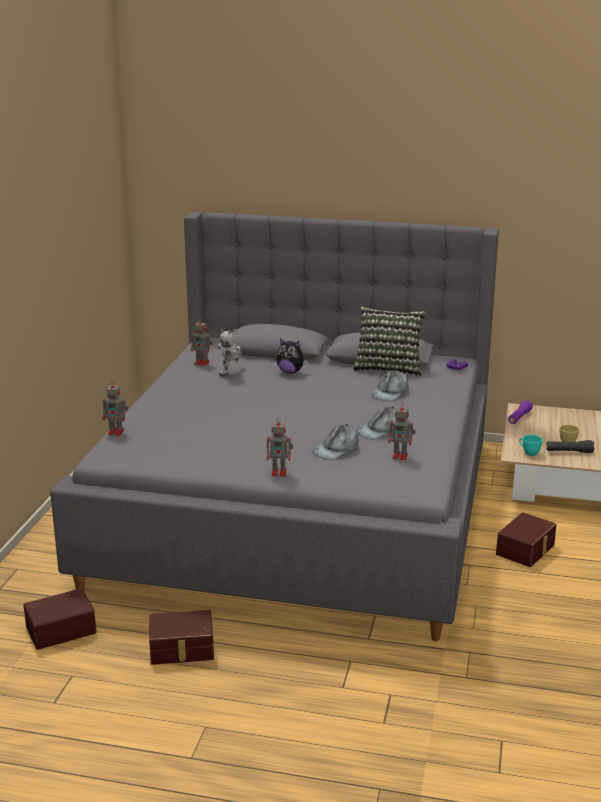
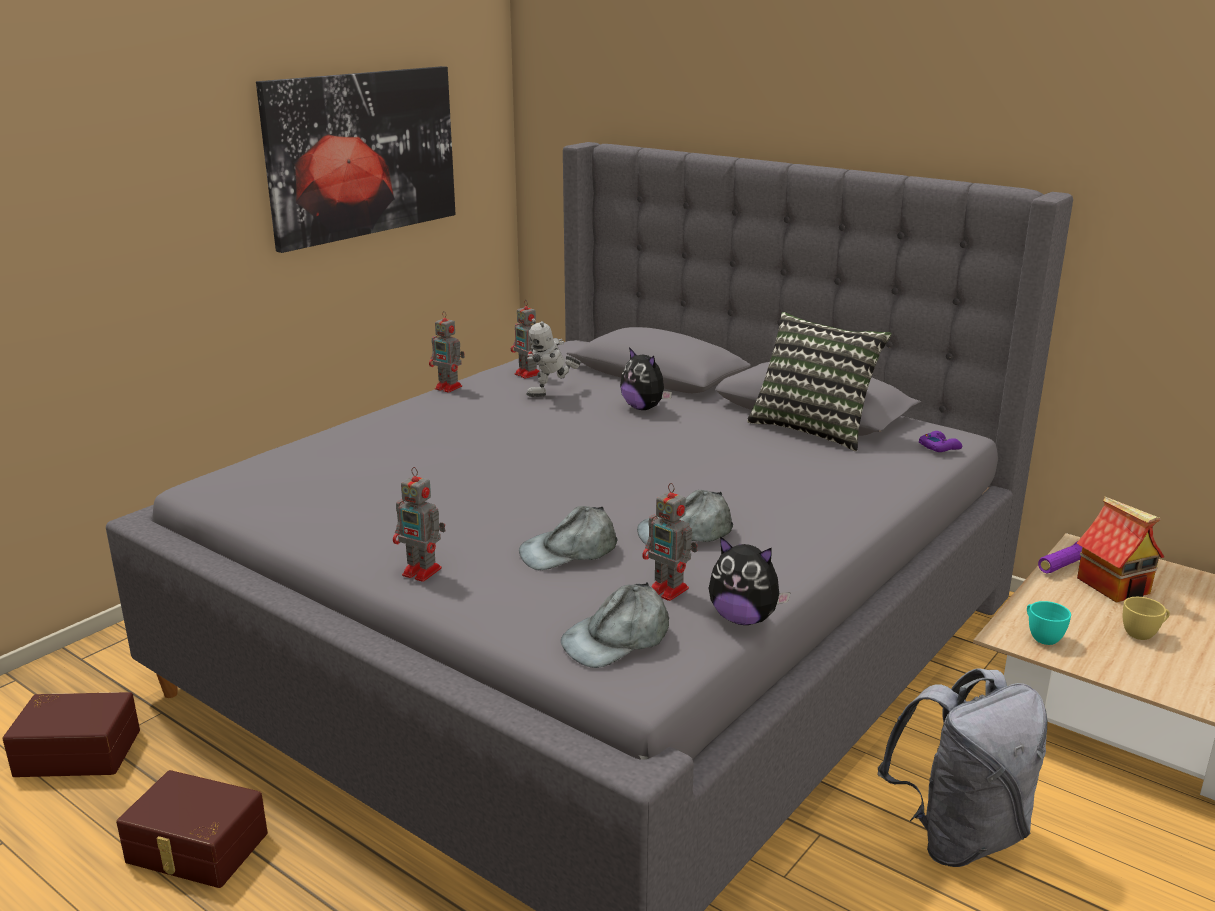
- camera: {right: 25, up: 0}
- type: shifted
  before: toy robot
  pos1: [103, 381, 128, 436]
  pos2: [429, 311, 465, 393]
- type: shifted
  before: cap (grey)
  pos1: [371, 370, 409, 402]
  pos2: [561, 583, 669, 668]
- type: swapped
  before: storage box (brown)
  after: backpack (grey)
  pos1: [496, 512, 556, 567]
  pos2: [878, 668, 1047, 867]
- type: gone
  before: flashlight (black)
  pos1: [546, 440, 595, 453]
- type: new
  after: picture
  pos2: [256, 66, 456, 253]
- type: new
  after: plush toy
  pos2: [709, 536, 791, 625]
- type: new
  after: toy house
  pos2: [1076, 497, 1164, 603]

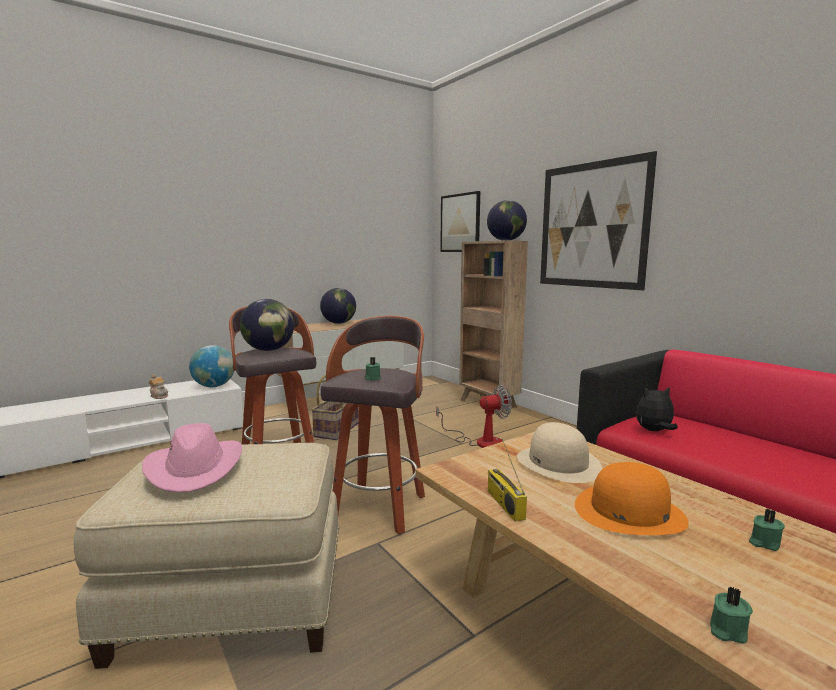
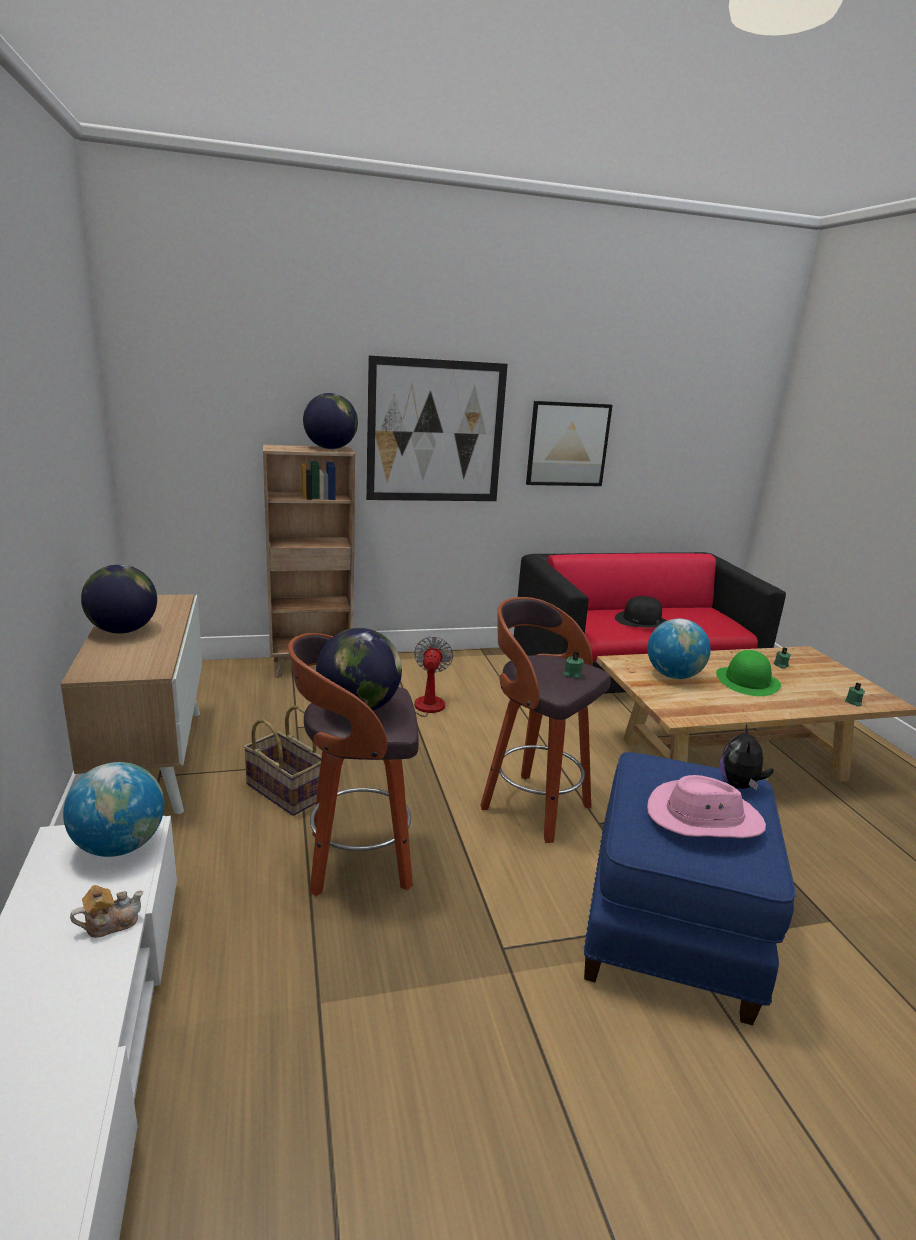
- camera: {right: -70, up: 10}
- type: repainted
  before: ottoman (beige)
  after: ottoman (blue)
  pos1: [74, 443, 339, 669]
  pos2: [584, 752, 795, 1025]
- type: shifted
  before: picture
  pos1: [440, 191, 480, 252]
  pos2: [526, 401, 613, 486]
- type: gone
  before: radio
  pos1: [488, 439, 527, 522]
- type: swapped
  before: hat (beige)
  after: globe
  pos1: [517, 422, 603, 483]
  pos2: [648, 619, 711, 679]
- type: repainted
  before: hat (orange)
  after: hat (green)
  pos1: [575, 462, 689, 535]
  pos2: [716, 650, 781, 696]
- type: shifted
  before: plush toy
  pos1: [636, 386, 678, 431]
  pos2: [720, 724, 773, 790]
- type: new
  after: hat (black)
  pos2: [615, 596, 667, 628]

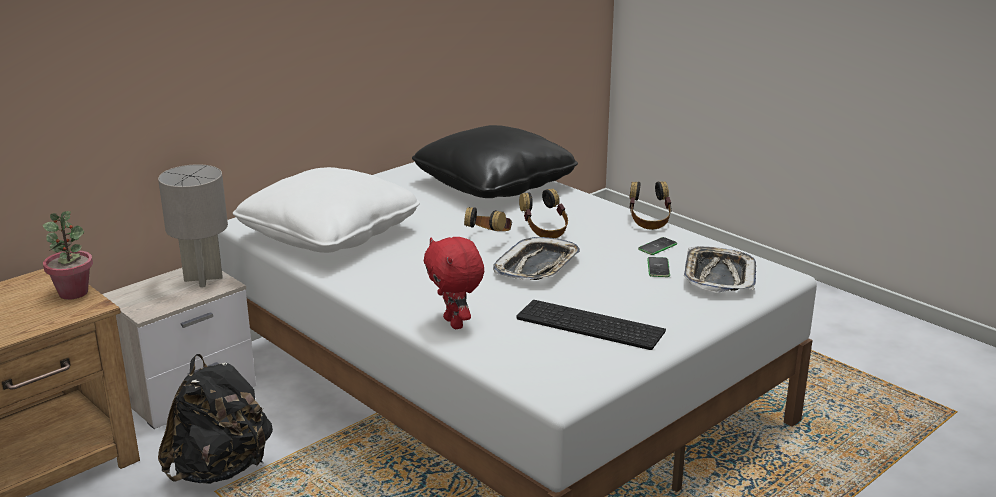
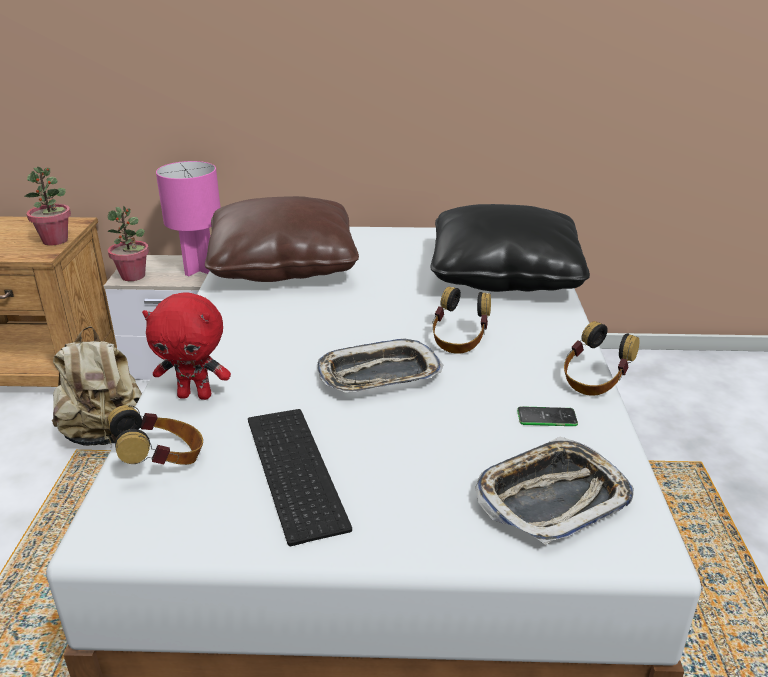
- camera: {right: 45, up: 5}
- type: repainted
  before: table lamp (grey)
  after: table lamp (pink)
  pos1: [158, 164, 228, 287]
  pos2: [156, 161, 221, 276]
- type: repainted
  before: backpack (black)
  after: backpack (beige)
  pos1: [158, 354, 273, 484]
  pos2: [52, 326, 142, 448]
- type: repainted
  before: pillow (white)
  after: pillow (brown)
  pos1: [233, 167, 420, 253]
  pos2: [205, 196, 359, 282]
- type: rotated
  before: plush toy (red)
  pos1: [424, 237, 484, 329]
  pos2: [142, 292, 231, 400]
  turn: -105
- type: shifted
  before: headphones
  pos1: [464, 207, 512, 231]
  pos2: [108, 405, 203, 465]
- type: gone
  before: phone
  pos1: [647, 257, 670, 277]
- type: new
  after: potted plant
  pos2: [107, 206, 149, 281]

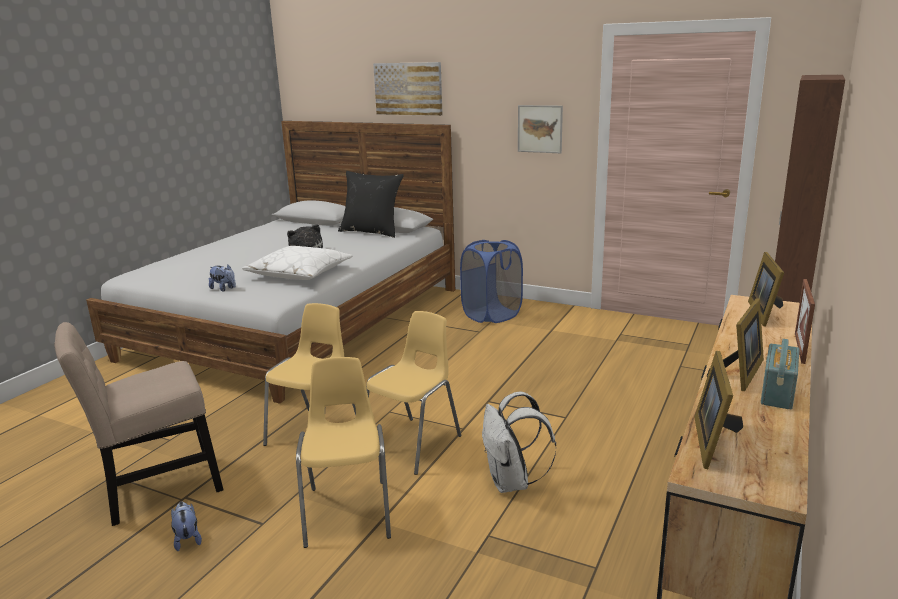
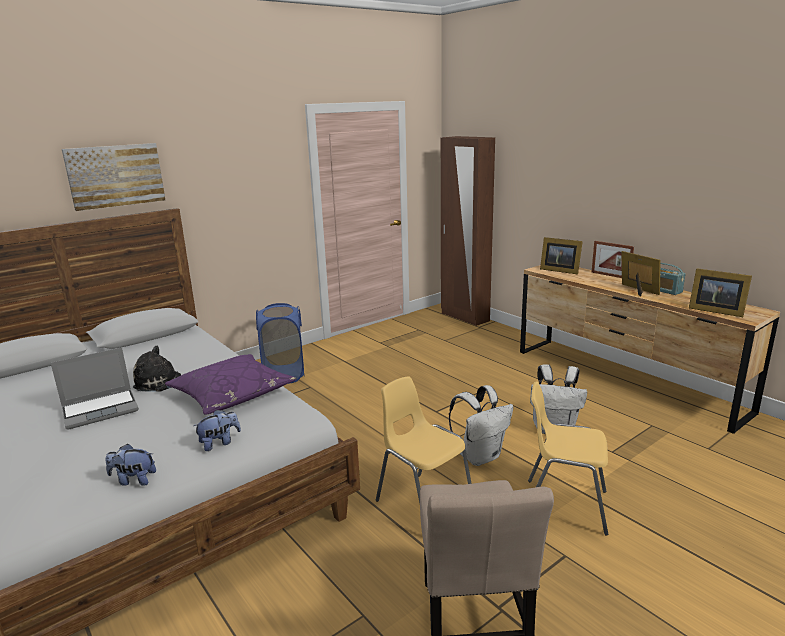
- camera: {right: -65, up: 0}
- type: shifted
  before: plush toy
  pos1: [171, 502, 202, 551]
  pos2: [106, 444, 156, 486]
- type: repainted
  before: pillow (white)
  after: pillow (purple)
  pos1: [242, 246, 353, 280]
  pos2: [165, 354, 296, 415]
- type: gone
  before: pillow (black)
  pos1: [338, 171, 404, 238]
- type: swapped
  before: chair (yellow)
  after: backpack (white)
  pos1: [366, 311, 461, 475]
  pos2: [449, 385, 513, 466]
- type: gone
  before: picture
  pos1: [518, 105, 563, 153]
- type: new
  after: laptop
  pos2: [51, 347, 139, 430]

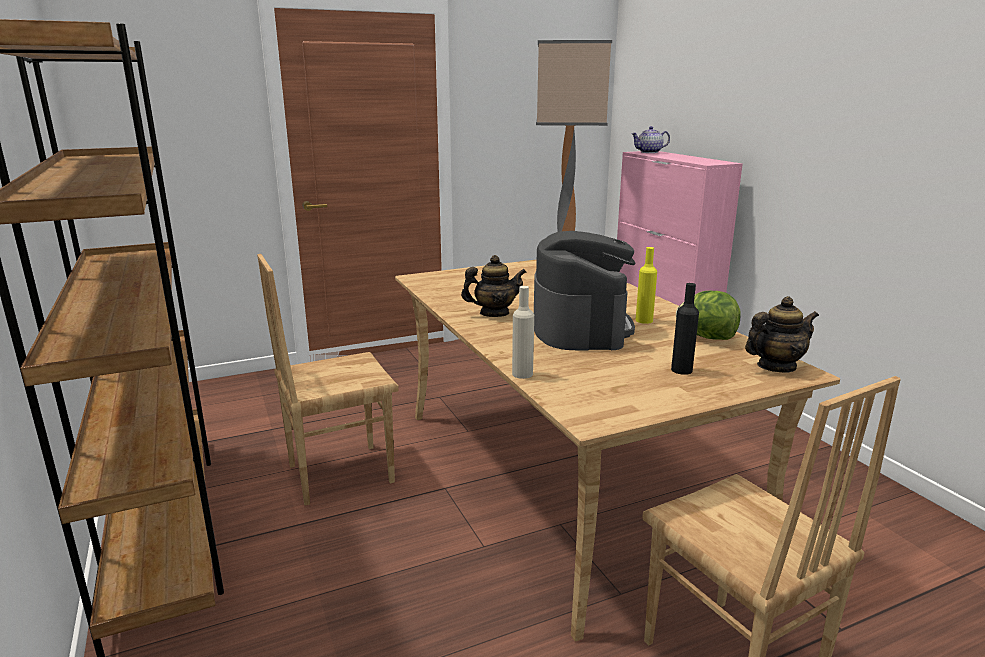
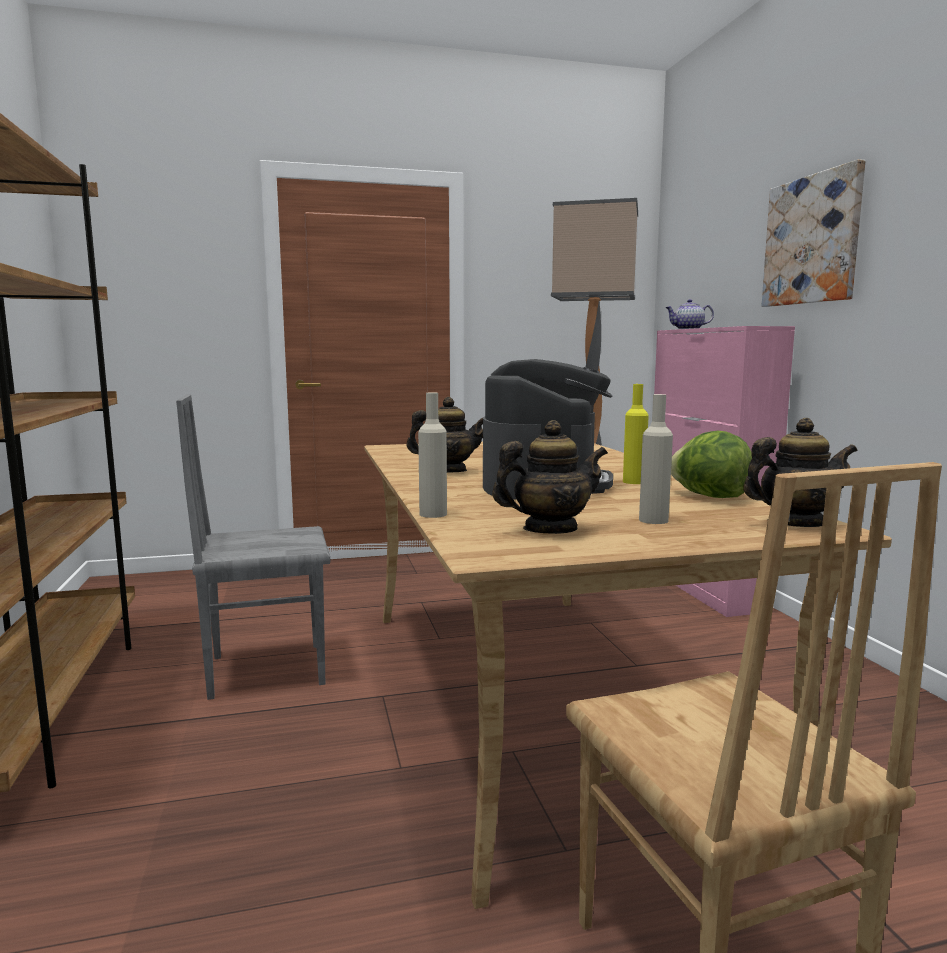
- camera: {right: 10, up: -10}
- type: repainted
  before: chair (brown)
  after: chair (grey)
  pos1: [257, 254, 399, 506]
  pos2: [176, 394, 330, 700]
- type: repainted
  before: bottle (black)
  after: bottle (beige)
  pos1: [671, 283, 699, 375]
  pos2: [639, 394, 673, 524]
- type: new
  after: teapot
  pos2: [492, 420, 608, 534]
- type: new
  after: picture
  pos2: [762, 159, 865, 307]

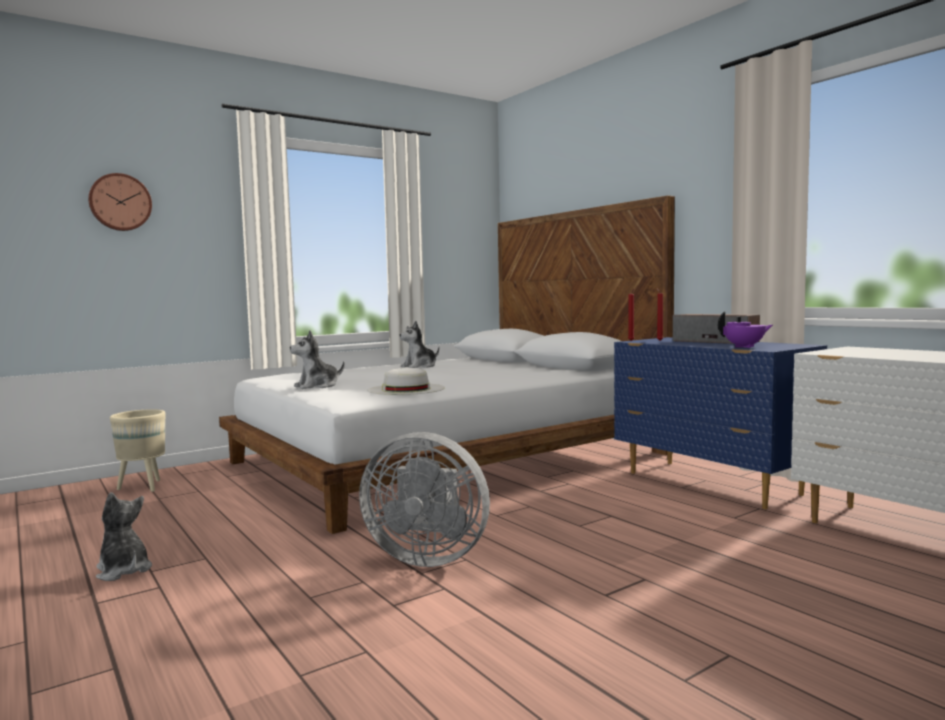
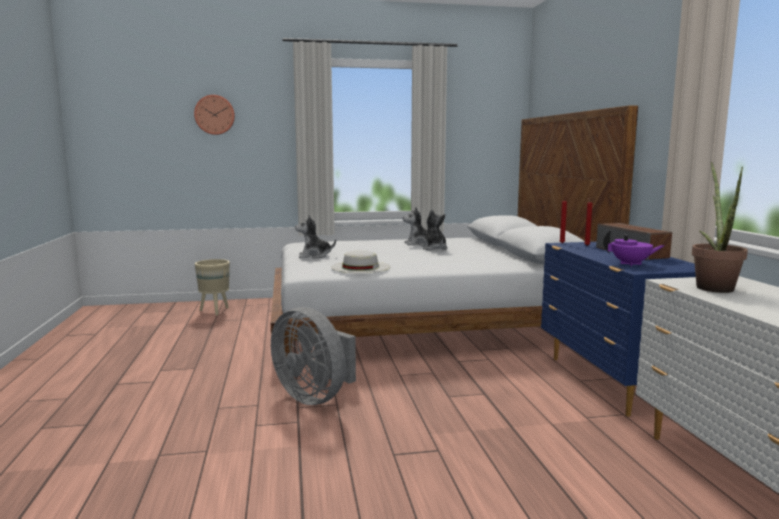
- camera: {right: 25, up: 5}
- type: shifted
  before: plush toy
  pos1: [96, 492, 152, 581]
  pos2: [422, 209, 447, 251]
- type: new
  after: potted plant
  pos2: [692, 162, 748, 293]

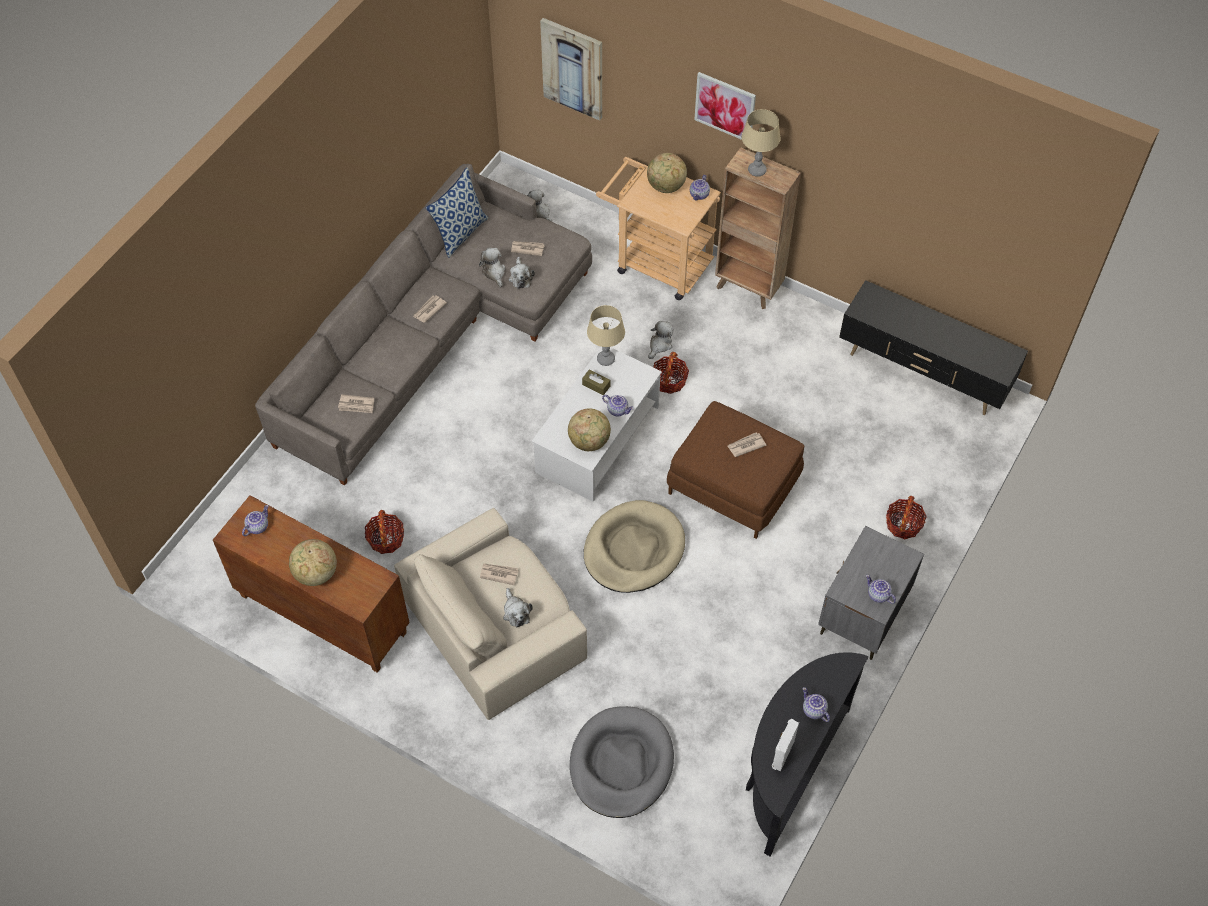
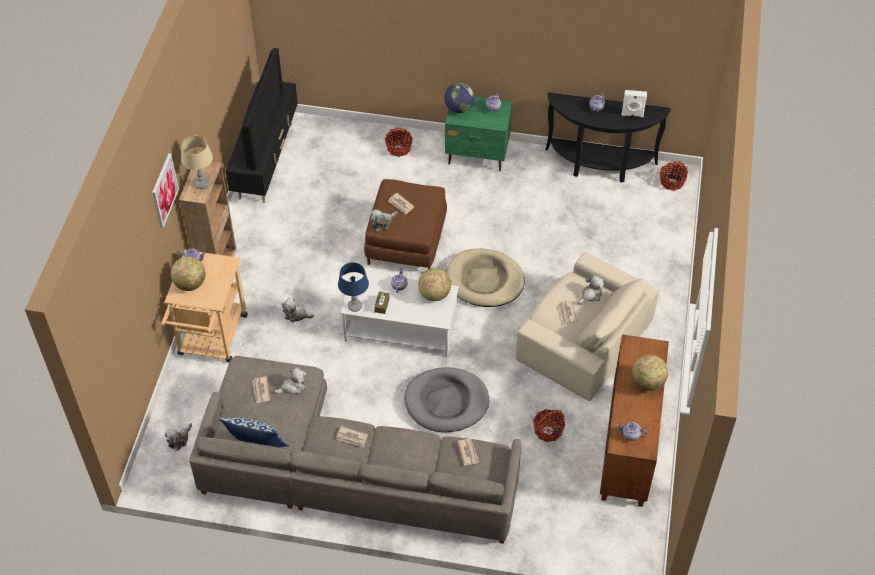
- camera: {right: -110, up: -5}
- type: shifted
  before: plush toy
  pos1: [479, 248, 505, 287]
  pos2: [371, 209, 398, 232]
- type: gone
  before: picture
  pos1: [540, 18, 602, 121]
- type: shifted
  before: dog bed (grey)
  pos1: [570, 706, 674, 818]
  pos2: [404, 367, 489, 432]
- type: repainted
  before: table lamp (beige)
  after: table lamp (blue)
  pos1: [587, 305, 625, 366]
  pos2: [338, 262, 369, 312]
- type: shifted
  before: basket
  pos1: [653, 352, 689, 394]
  pos2: [659, 161, 688, 191]
- type: repainted
  before: nightstand (grey)
  after: nightstand (green)
  pos1: [818, 526, 924, 660]
  pos2: [445, 96, 512, 172]
- type: new
  after: television
  pos2: [241, 48, 284, 171]
- type: new
  after: globe
  pos2: [444, 83, 474, 113]

